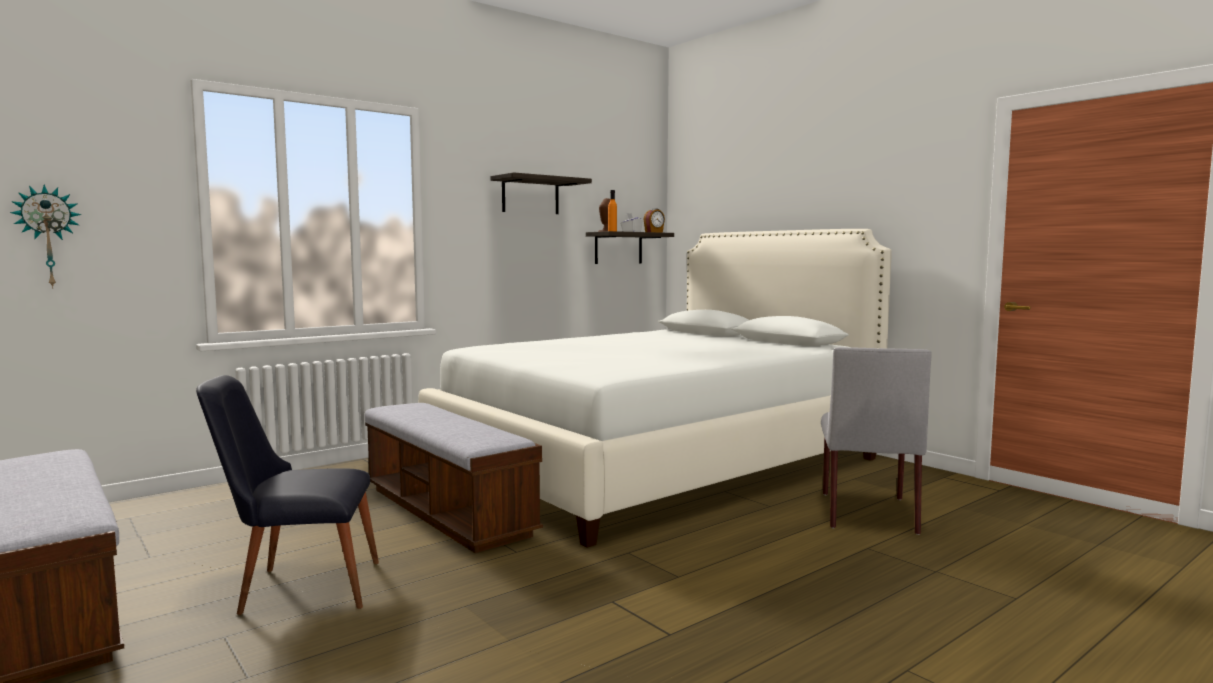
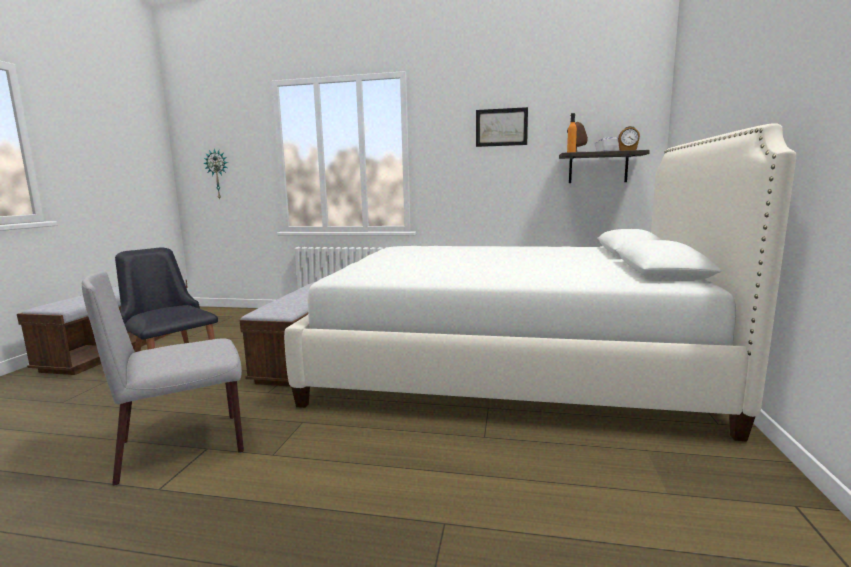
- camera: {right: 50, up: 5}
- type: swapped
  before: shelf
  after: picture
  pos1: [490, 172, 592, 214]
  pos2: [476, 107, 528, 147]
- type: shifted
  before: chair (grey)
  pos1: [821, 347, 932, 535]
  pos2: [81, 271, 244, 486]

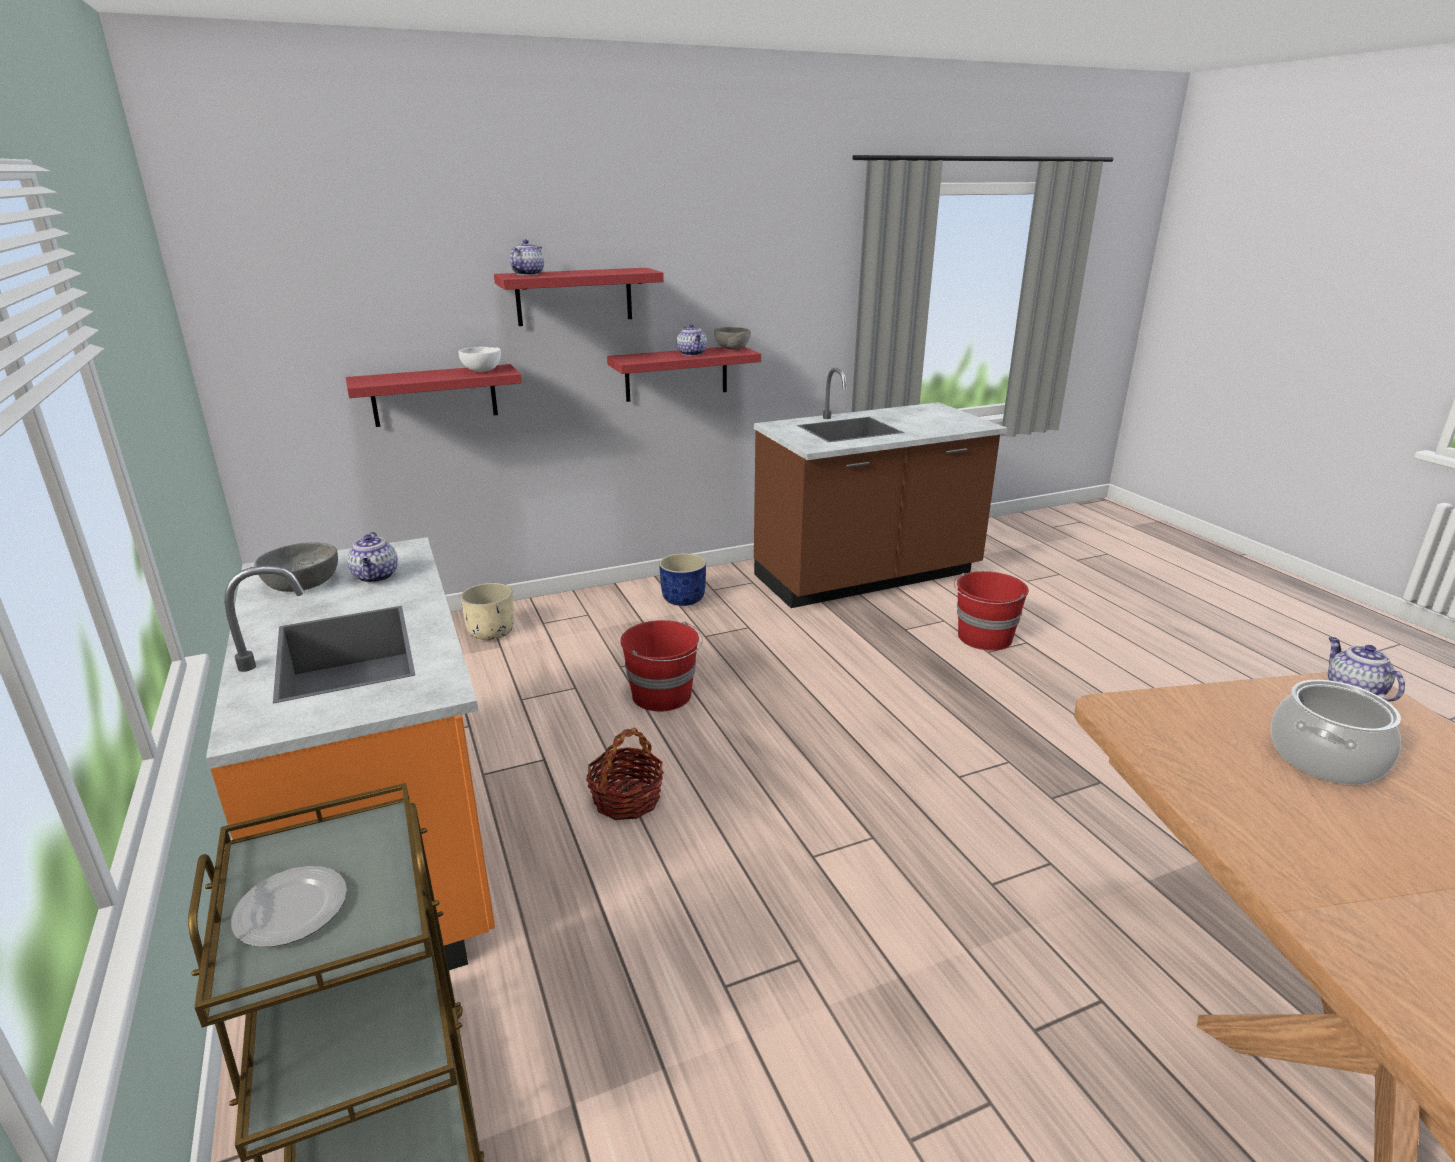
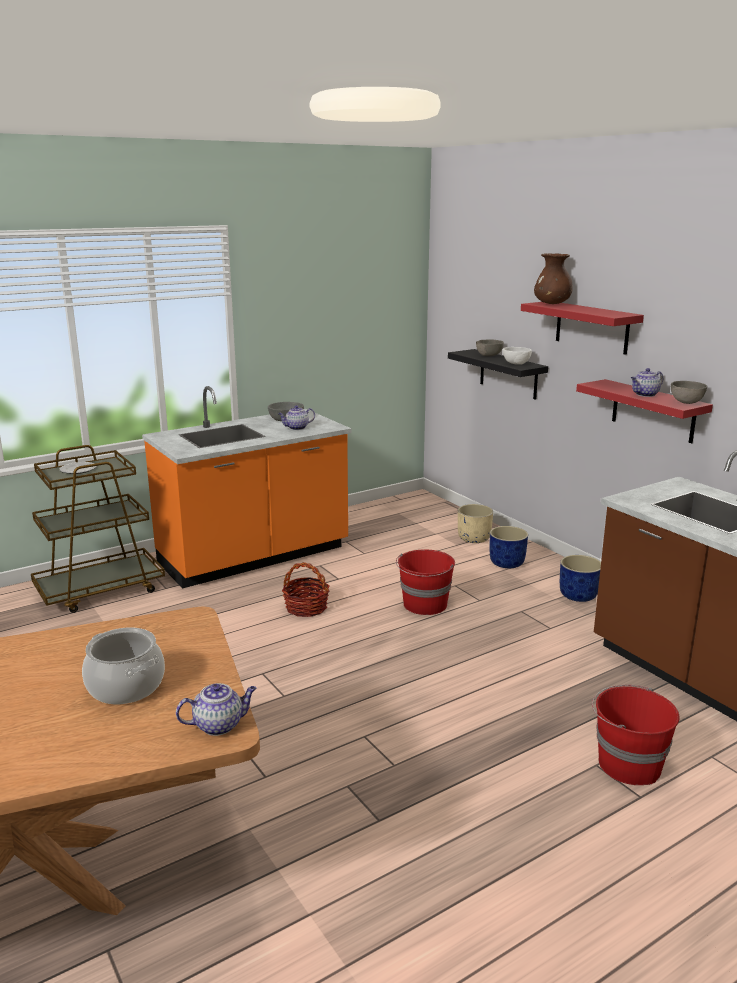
- camera: {right: 80, up: -5}
- type: repainted
  before: shelf (red)
  after: shelf (black)
  pos1: [346, 364, 522, 427]
  pos2: [448, 349, 548, 399]
- type: swapped
  before: teapot
  after: vase (brown)
  pos1: [510, 239, 544, 276]
  pos2: [534, 253, 573, 304]
- type: new
  after: bowl (grey)
  pos2: [476, 340, 504, 356]
- type: new
  after: planter (blue)
  pos2: [490, 526, 528, 568]

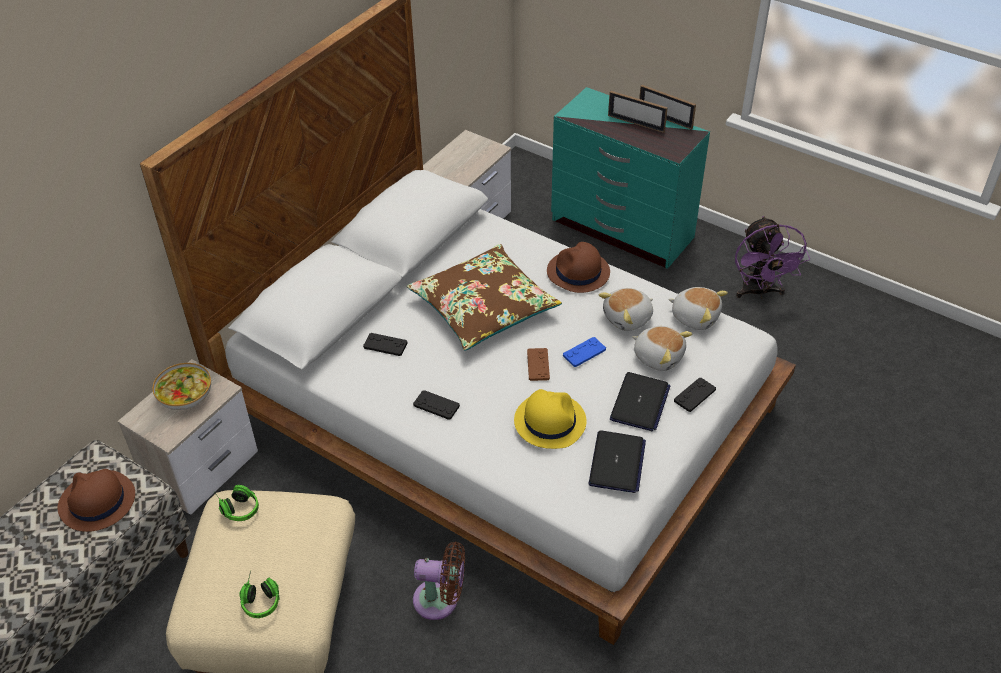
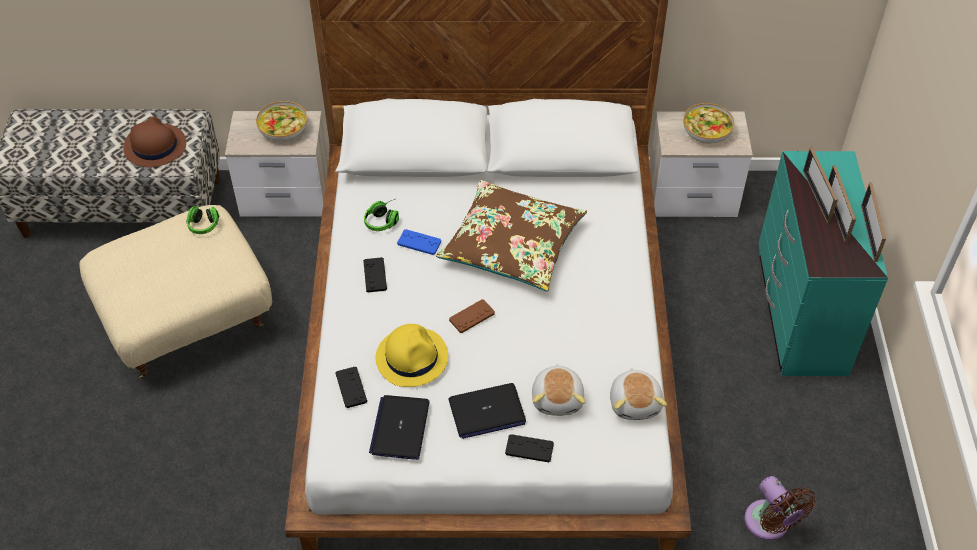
- camera: {right: 55, up: 5}
- type: shifted
  before: headphones
  pos1: [239, 571, 280, 618]
  pos2: [364, 199, 399, 231]
- type: shifted
  before: game controller (black)
  pos1: [363, 333, 407, 356]
  pos2: [335, 367, 367, 408]
- type: shifted
  before: fan (brown)
  pos1: [413, 542, 465, 620]
  pos2: [745, 476, 816, 540]
- type: gone
  before: hat (brown)
  pos1: [547, 242, 610, 293]
- type: shifted
  before: game controller (blue)
  pos1: [563, 337, 606, 367]
  pos2: [397, 229, 441, 255]
- type: rotated
  before: laptop
  pos1: [589, 430, 646, 493]
  pos2: [369, 395, 430, 460]
  turn: 120
- type: gone
  before: plush toy
  pos1: [598, 288, 653, 331]
- type: gone
  before: fan (purple)
  pos1: [735, 216, 810, 298]
- type: new
  after: bowl
  pos2: [683, 103, 734, 144]
- type: new
  after: picture frame
  pos2: [803, 147, 838, 224]

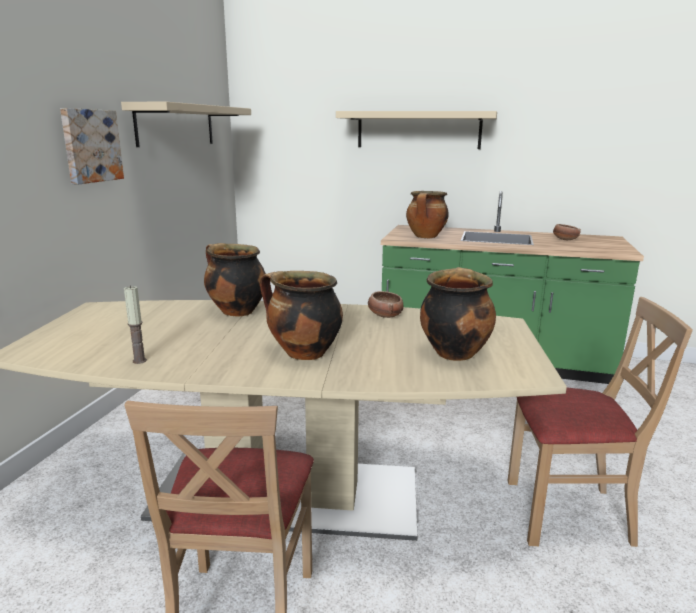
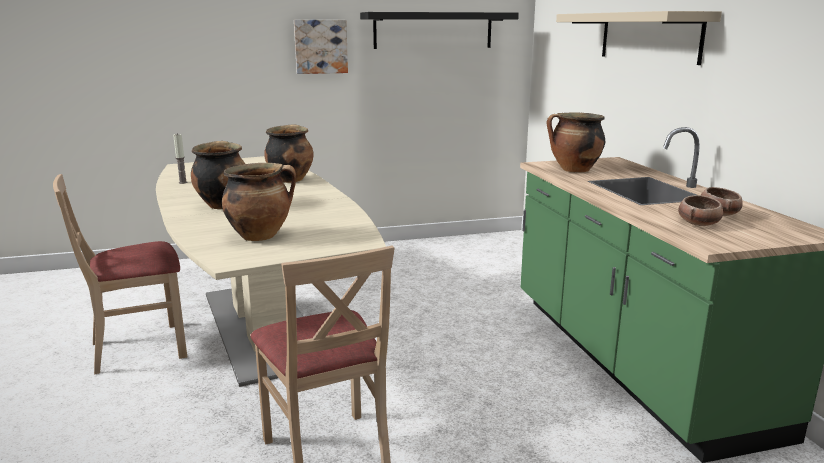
- camera: {right: 60, up: 0}
- type: repainted
  before: shelf (beige)
  after: shelf (black)
  pos1: [121, 102, 251, 147]
  pos2: [360, 12, 519, 49]
- type: shifted
  before: bowl
  pos1: [368, 291, 404, 318]
  pos2: [678, 195, 723, 226]

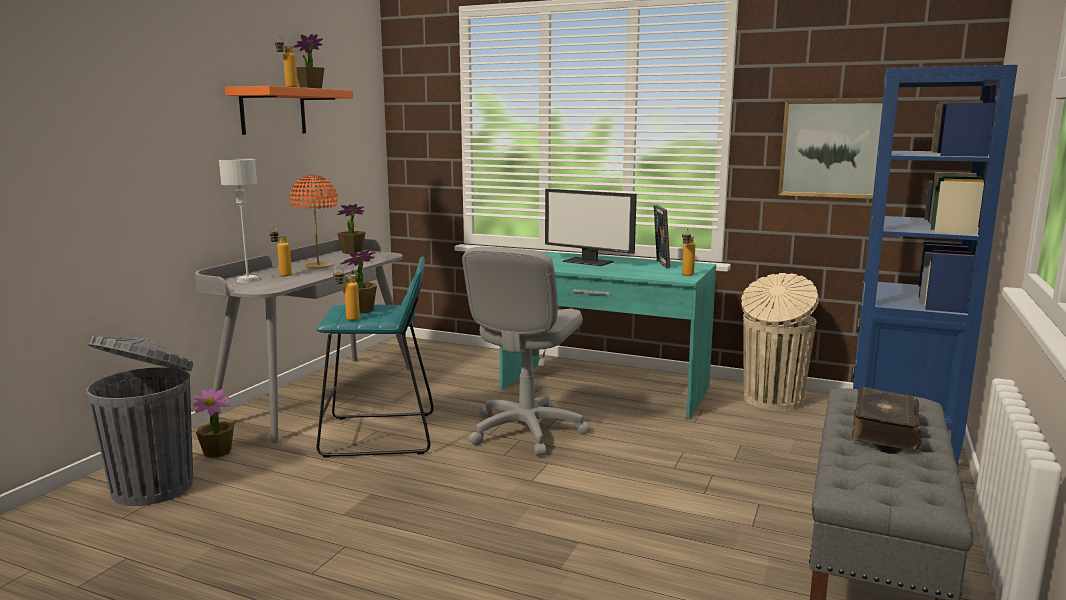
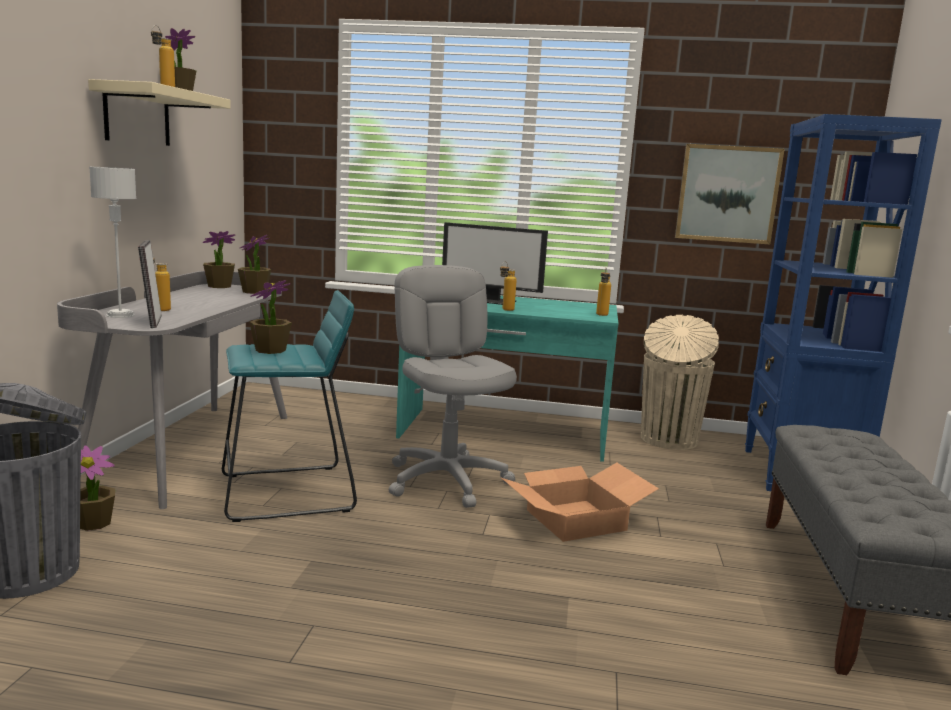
- camera: {right: -15, up: 0}
- type: repainted
  before: shelf (orange)
  after: shelf (beige)
  pos1: [225, 86, 353, 135]
  pos2: [88, 79, 231, 146]
- type: gone
  before: table lamp (orange)
  pos1: [290, 175, 338, 269]
- type: shifted
  before: bottle
  pos1: [333, 267, 360, 320]
  pos2: [500, 261, 517, 311]
- type: rotated
  before: office chair (grey)
  pos1: [462, 246, 590, 456]
  pos2: [389, 265, 517, 508]
  turn: 150
- type: shifted
  before: picture frame
  pos1: [653, 205, 670, 268]
  pos2: [138, 240, 162, 328]
- type: gone
  before: book
  pos1: [852, 386, 922, 451]
- type: new
  after: potted plant
  pos2: [238, 235, 271, 294]
- type: new
  after: cardboard box
  pos2: [502, 463, 659, 542]

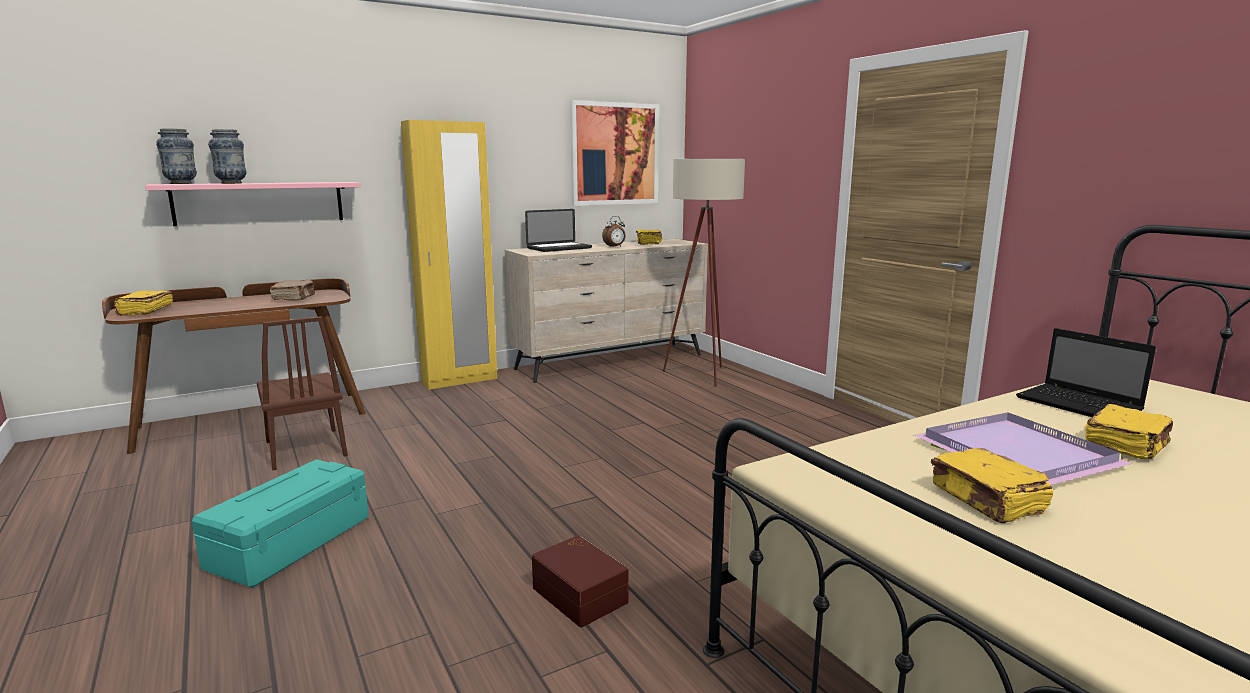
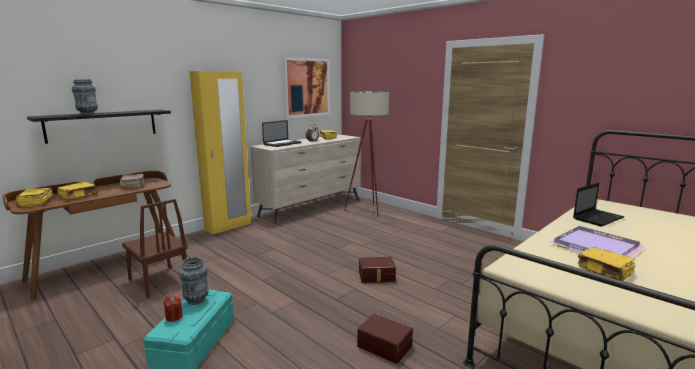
- camera: {right: -15, up: 0}
- type: repainted
  before: shelf (pink)
  after: shelf (black)
  pos1: [145, 182, 361, 226]
  pos2: [27, 110, 171, 144]
- type: shifted
  before: vase
  pos1: [156, 128, 197, 184]
  pos2: [179, 257, 209, 305]
- type: rotated
  before: laptop
  pos1: [1016, 328, 1156, 417]
  pos2: [573, 182, 625, 227]
  turn: -75
- type: shifted
  before: book (yellow)
  pos1: [1085, 404, 1173, 459]
  pos2: [57, 182, 97, 200]
- type: new
  after: candle (red)
  pos2: [164, 296, 183, 322]
- type: new
  after: storage box (brown)
  pos2: [359, 257, 396, 283]

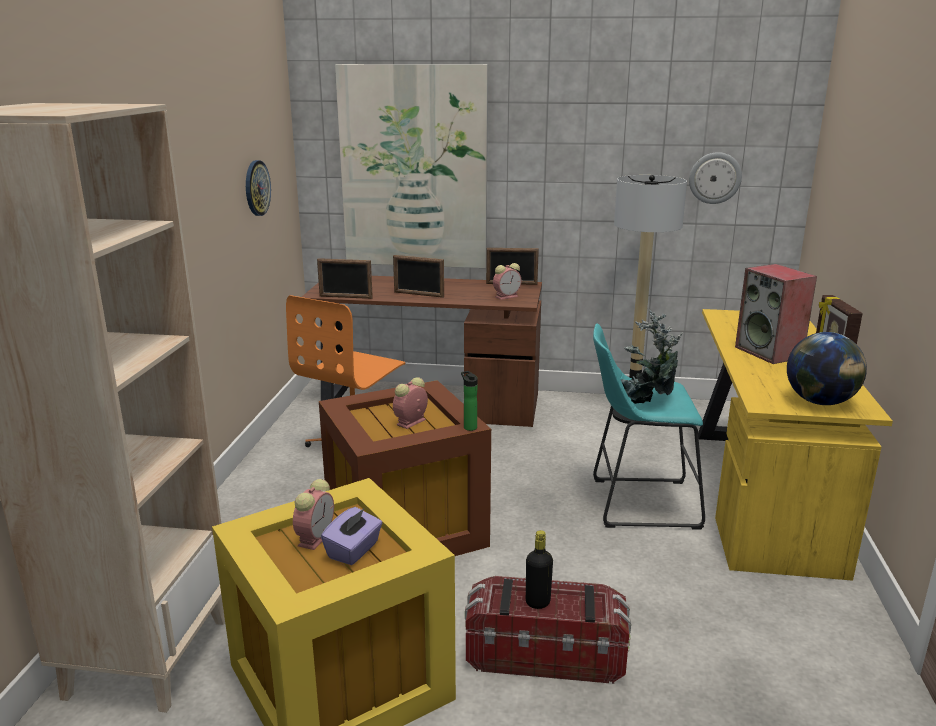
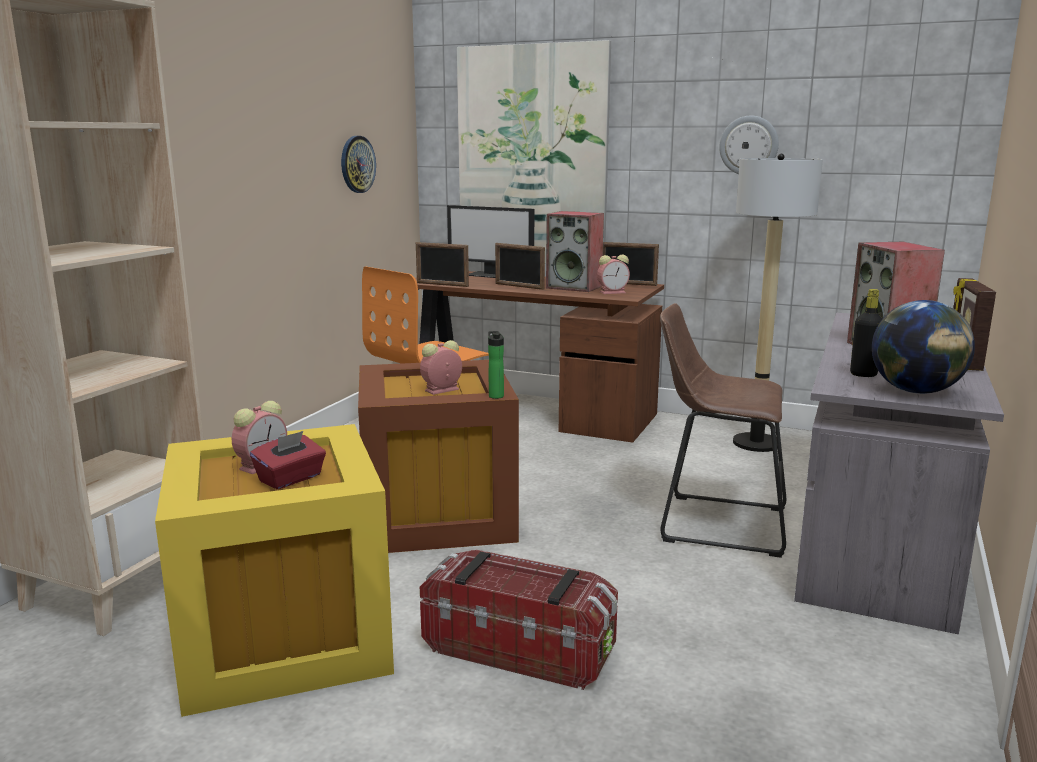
- camera: {right: 15, up: -5}
- type: repainted
  before: tissue box (purple)
  after: tissue box (red)
  pos1: [321, 507, 382, 565]
  pos2: [250, 431, 326, 489]
- type: shifted
  before: bottle (black)
  pos1: [526, 530, 553, 609]
  pos2: [850, 289, 883, 377]
- type: repainted
  before: stool (turquoise)
  after: stool (brown)
  pos1: [593, 323, 705, 530]
  pos2: [660, 303, 786, 558]
- type: gone
  before: potted plant
  pos1: [621, 310, 683, 404]
- type: shifted
  before: wall clock
  pos1: [689, 152, 742, 204]
  pos2: [719, 116, 779, 174]
- type: repainted
  before: desk (yellow)
  after: desk (grey)
  pos1: [698, 309, 893, 581]
  pos2: [794, 312, 1004, 634]
- type: new
  after: monitor
  pos2: [447, 205, 534, 278]
- type: new
  after: speaker
  pos2: [546, 211, 604, 292]

